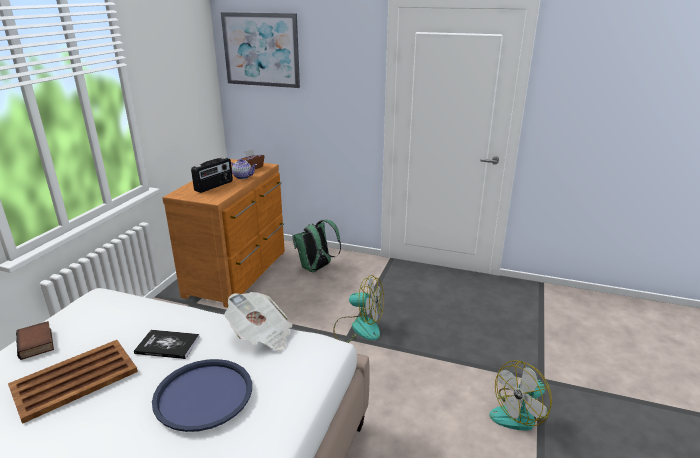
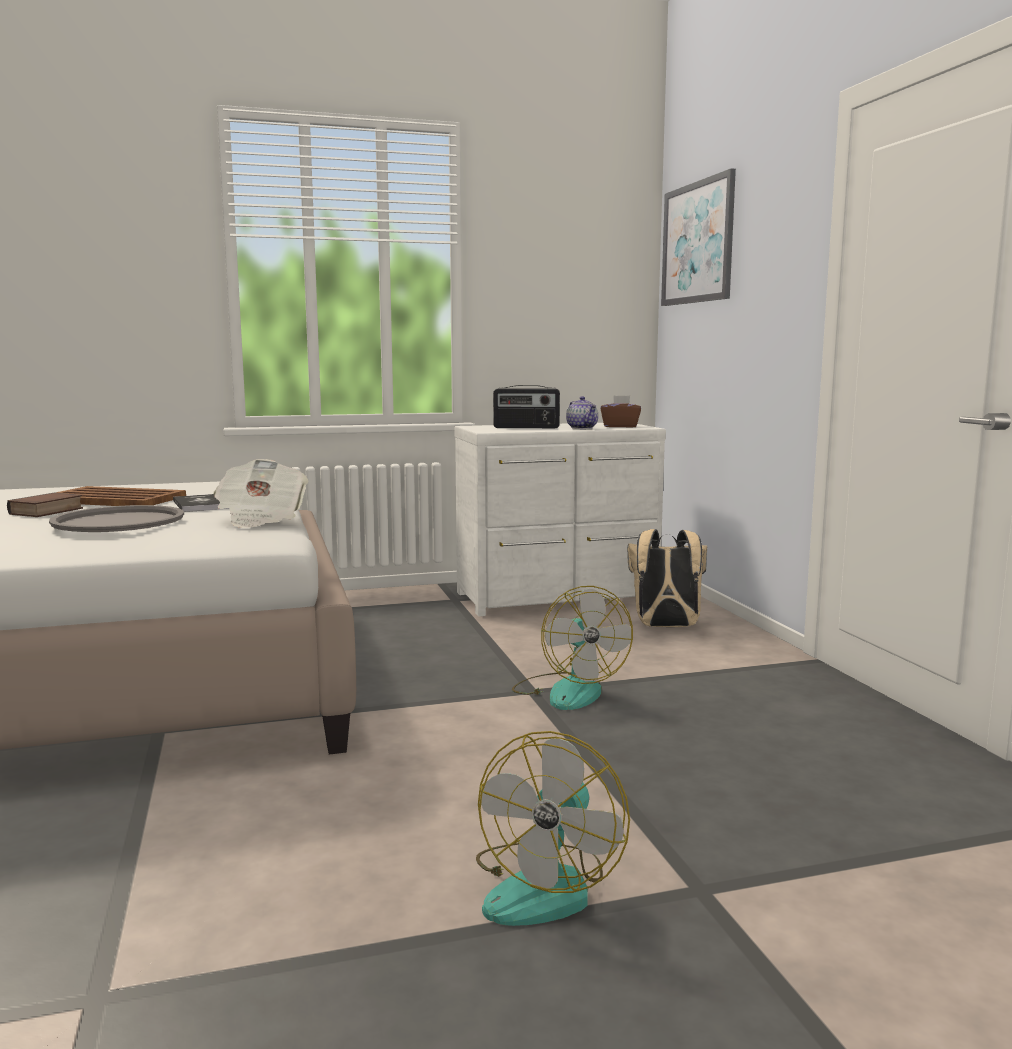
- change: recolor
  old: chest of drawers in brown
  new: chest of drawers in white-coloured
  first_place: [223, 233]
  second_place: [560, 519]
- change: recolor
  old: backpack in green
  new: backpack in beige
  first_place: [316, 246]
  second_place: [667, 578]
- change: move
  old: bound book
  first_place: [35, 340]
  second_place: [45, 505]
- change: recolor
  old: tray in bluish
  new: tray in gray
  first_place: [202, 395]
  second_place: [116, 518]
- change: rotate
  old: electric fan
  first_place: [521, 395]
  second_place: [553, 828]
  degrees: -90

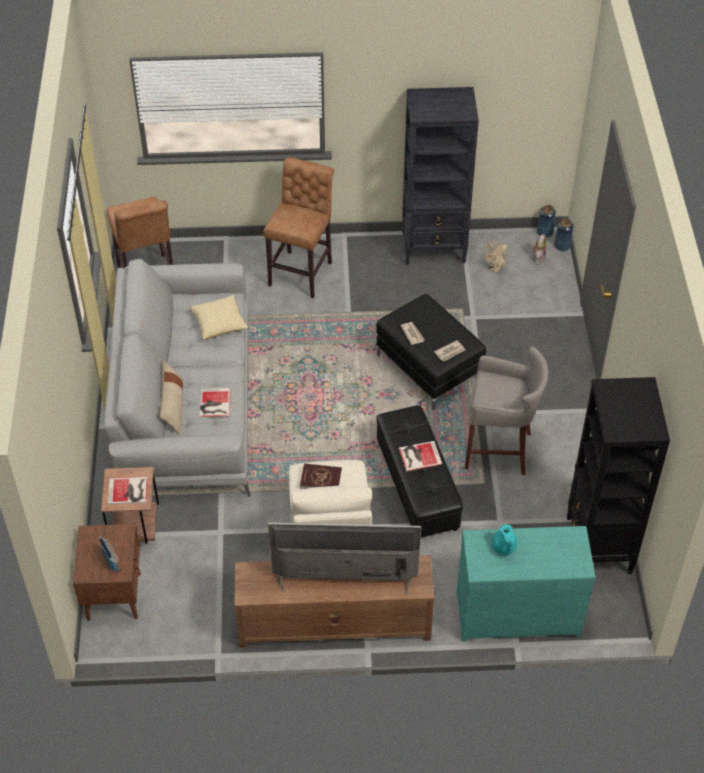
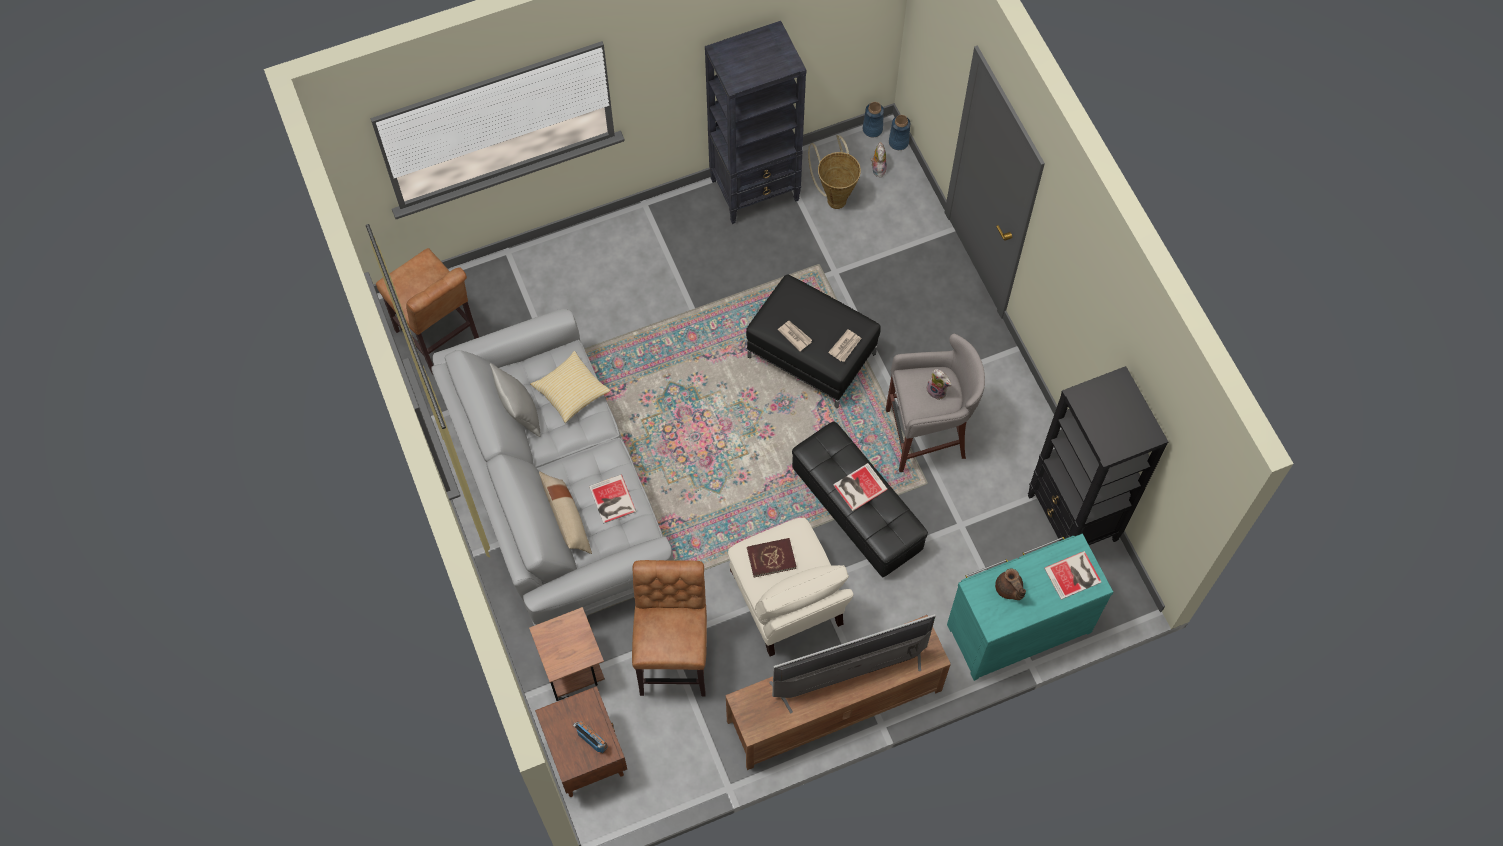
- change: move
  old: stool in brown
  first_place: [299, 227]
  second_place: [669, 628]
- change: replace
  old: electric fan in beige
  new: storage basket
  first_place: [495, 256]
  second_place: [834, 172]
- change: move
  old: bound book
  first_place: [128, 490]
  second_place: [1072, 575]
- change: recolor
  old: pot for tea in turquoise
  new: pot for tea in brown
  first_place: [504, 539]
  second_place: [1010, 584]
- change: insert
  new: cushion in gray
  second_place: [515, 400]
- change: insert
  new: soft toy
  second_place: [939, 384]

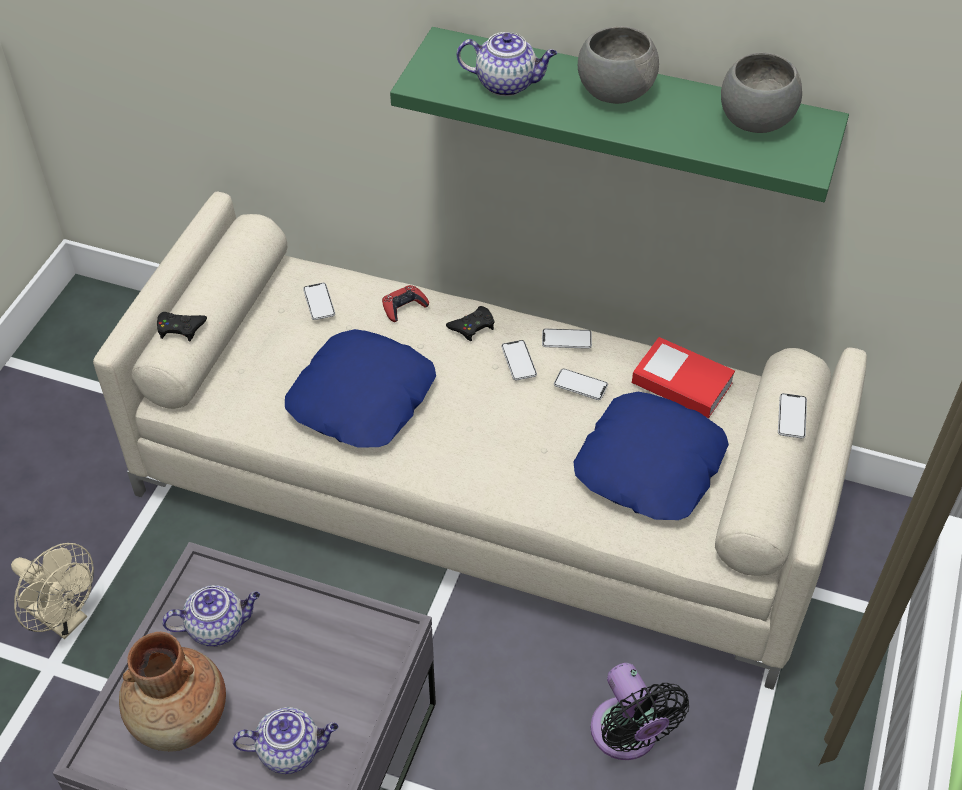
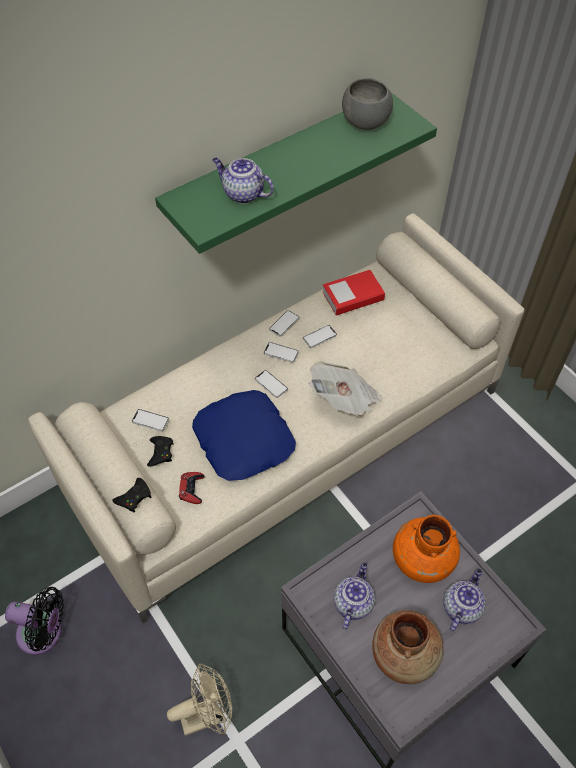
- change: delete
  old: serving bowl in gray
  first_place: [618, 65]
- change: rotate
  old: pot for tea
  first_place: [507, 64]
  second_place: [243, 180]
  degrees: -105
- change: move
  old: gamepad in reddish
  first_place: [405, 303]
  second_place: [191, 488]
- change: move
  old: gamepad in black-coloured
  first_place: [470, 323]
  second_place: [160, 451]
- change: delete
  old: cushion in bluish
  first_place: [651, 456]
- change: move
  old: phone
  first_place: [792, 415]
  second_place: [271, 384]
- change: move
  old: electric fan in black-coloured
  first_place: [640, 711]
  second_place: [34, 621]
- change: insert
  new: printed paper
  second_place: [346, 388]
- change: insert
  new: decorative vase in orangey
  second_place: [426, 549]

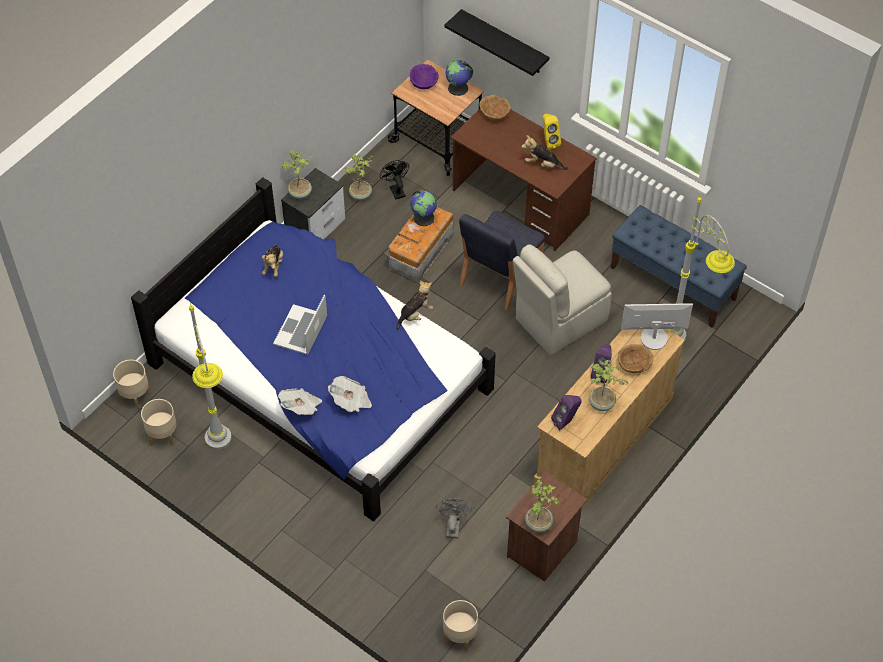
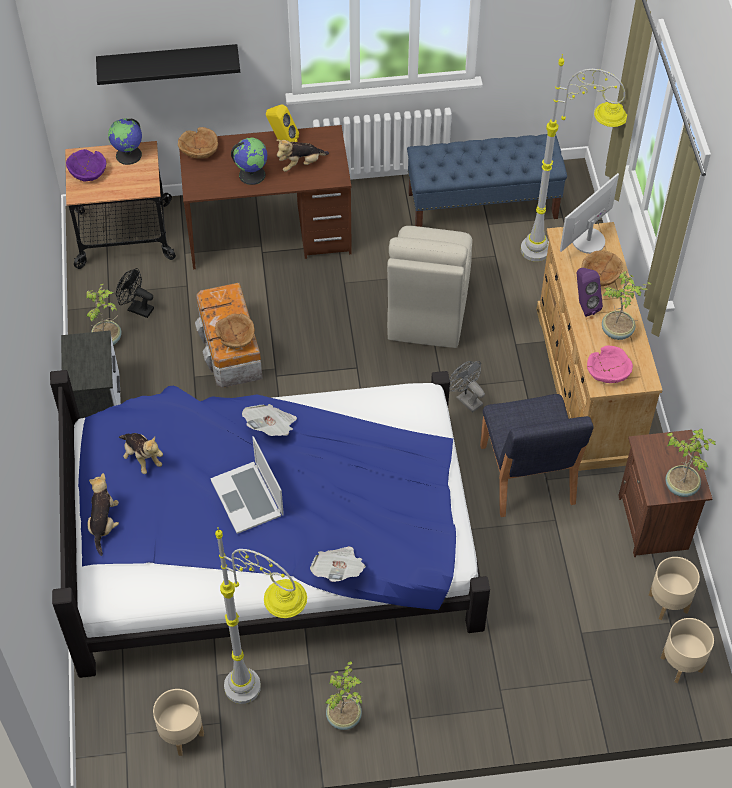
- change: move
  old: potted plant
  first_place: [298, 174]
  second_place: [343, 695]
- change: move
  old: world globe
  first_place: [423, 208]
  second_place: [249, 161]
- change: move
  old: plain chair in bluish
  first_place: [502, 260]
  second_place: [537, 455]
- change: move
  old: soft toy
  first_place: [414, 305]
  second_place: [103, 514]
- change: move
  old: planter in beige
  first_place: [132, 384]
  second_place: [674, 588]
- change: move
  old: printed paper
  first_place: [350, 394]
  second_place: [269, 420]
- change: replace
  old: loudspeaker in purplish
  new: serving bowl in pinkish
  first_place: [566, 412]
  second_place: [610, 364]
- change: move
  old: electric fan in gray
  first_place: [454, 518]
  second_place: [467, 387]
- change: insert
  new: serving bowl in brown
  second_place: [235, 331]

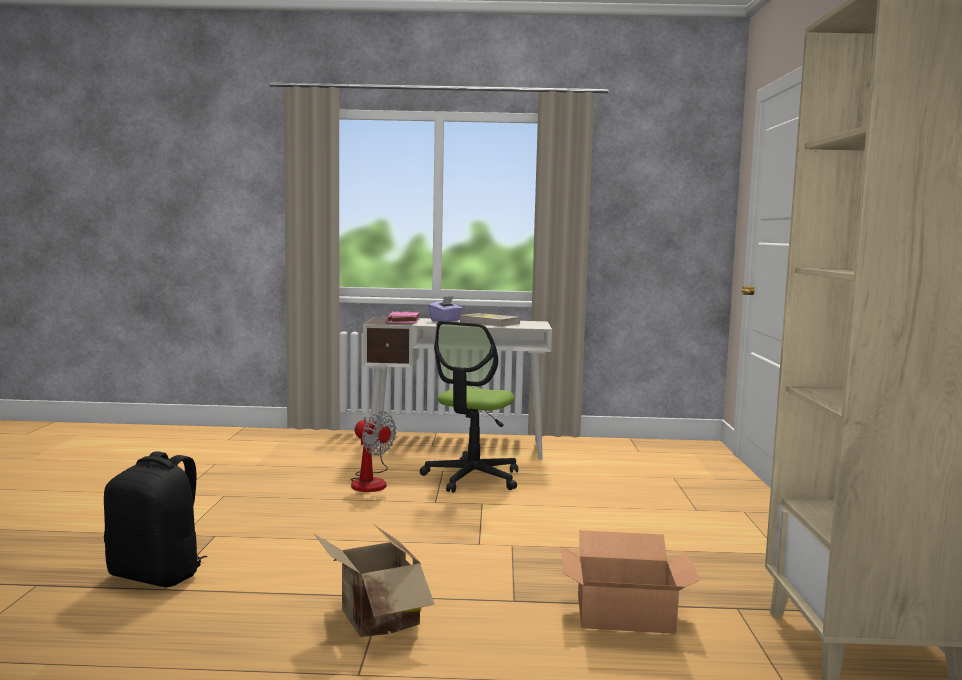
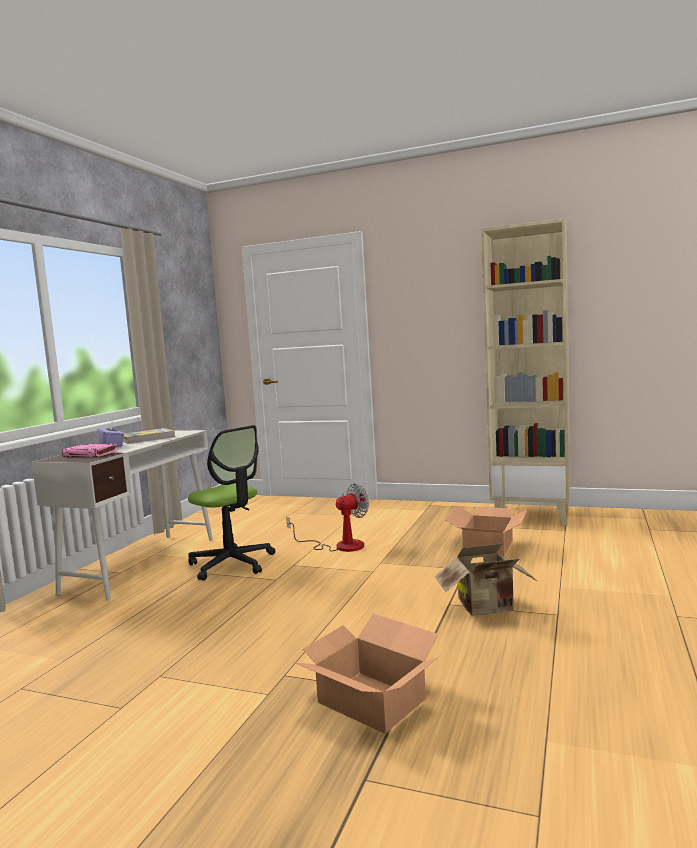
- change: move
  old: electric fan
  first_place: [373, 451]
  second_place: [327, 517]
- change: replace
  old: backpack in black-coloured
  new: cardboard box
  first_place: [155, 519]
  second_place: [366, 674]

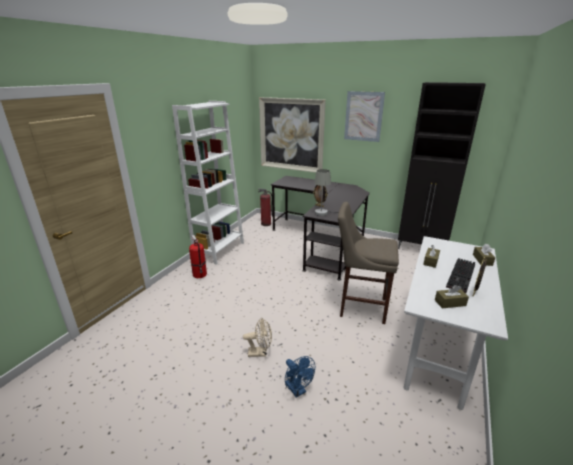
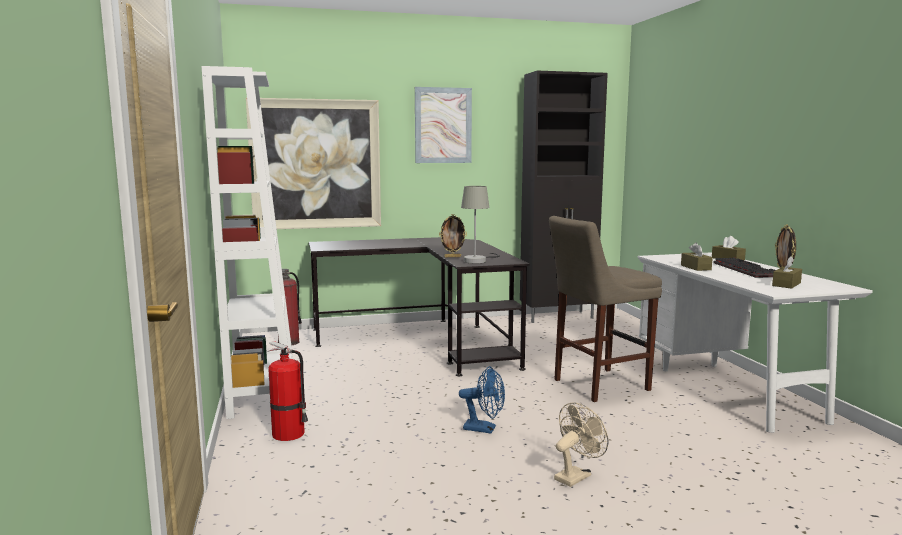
- change: move
  old: electric fan in bluish
  first_place: [300, 377]
  second_place: [482, 400]

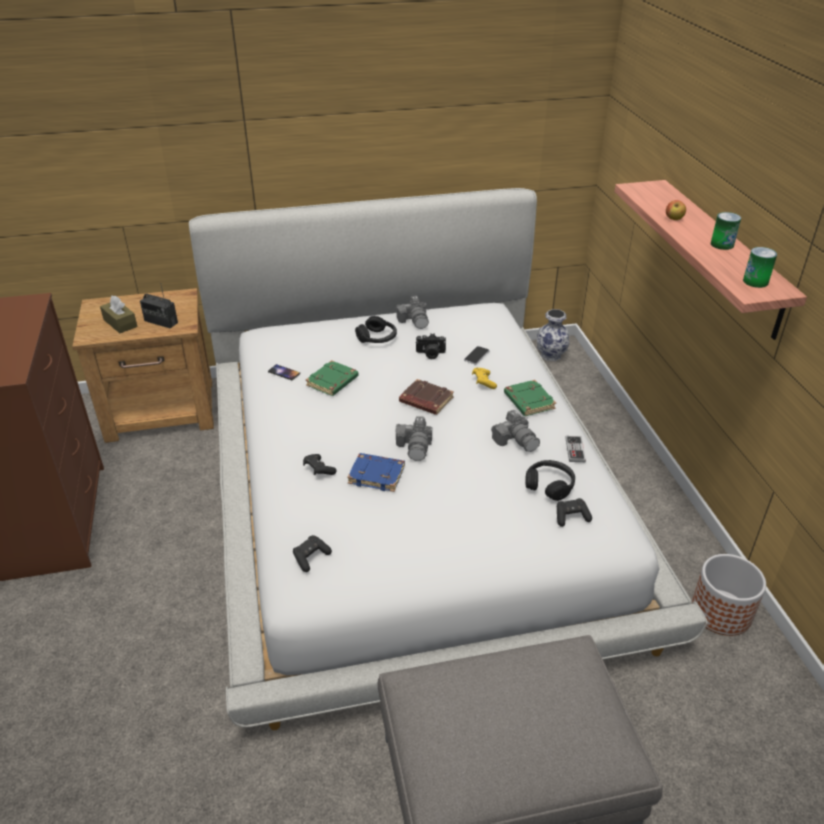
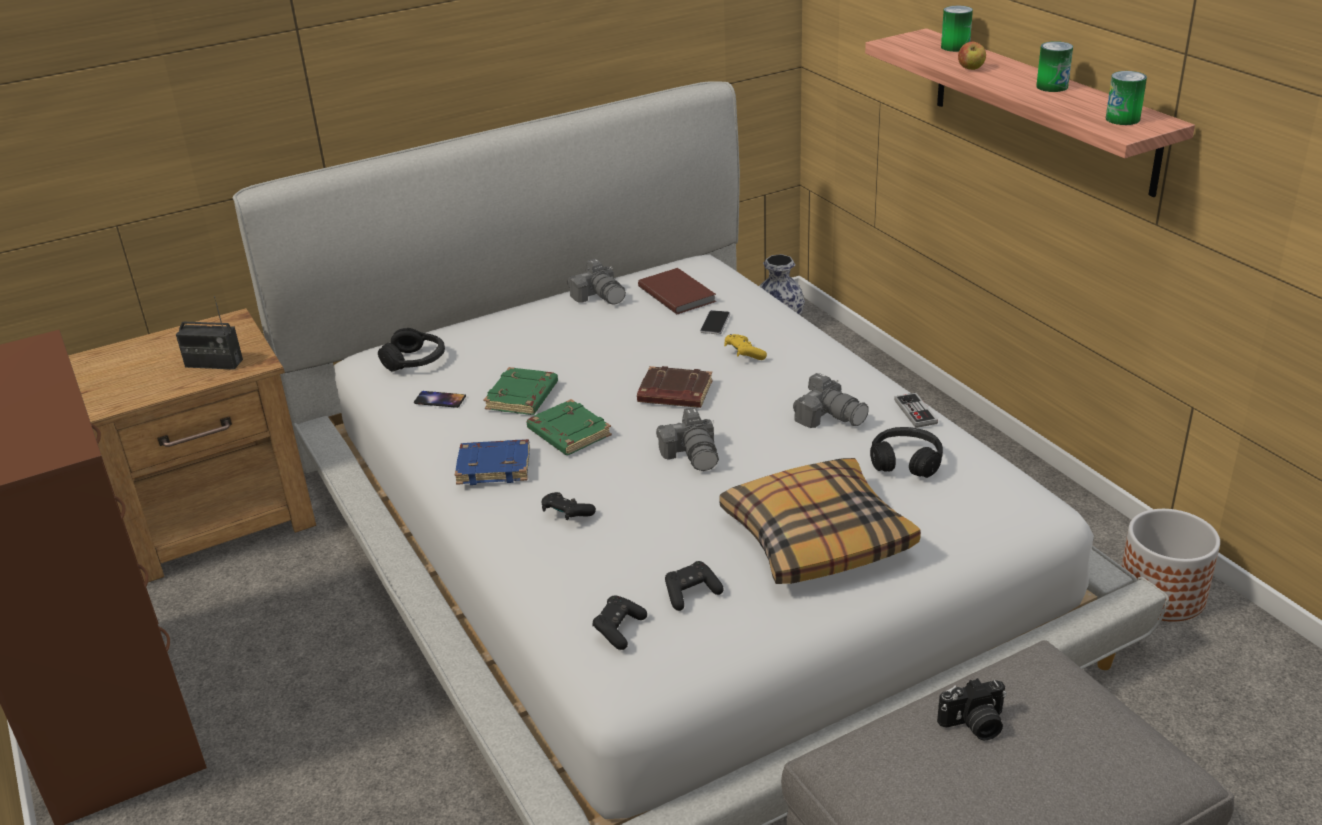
- change: delete
  old: tissue box in brown
  first_place: [118, 314]
- change: move
  old: pair of headphones in black-coloured
  first_place: [376, 329]
  second_place: [411, 350]
- change: move
  old: photo camera
  first_place: [430, 346]
  second_place: [971, 709]
- change: move
  old: bound book in green
  first_place: [530, 398]
  second_place: [569, 427]
- change: move
  old: bound book in bluish
  first_place: [376, 472]
  second_place: [492, 462]
- change: move
  old: gamepad in black-coloured
  first_place: [574, 512]
  second_place: [694, 586]
- change: insert
  new: can
  second_place: [957, 29]
- change: insert
  new: bound book in brown
  second_place: [677, 291]
- change: insert
  new: cushion
  second_place: [820, 521]

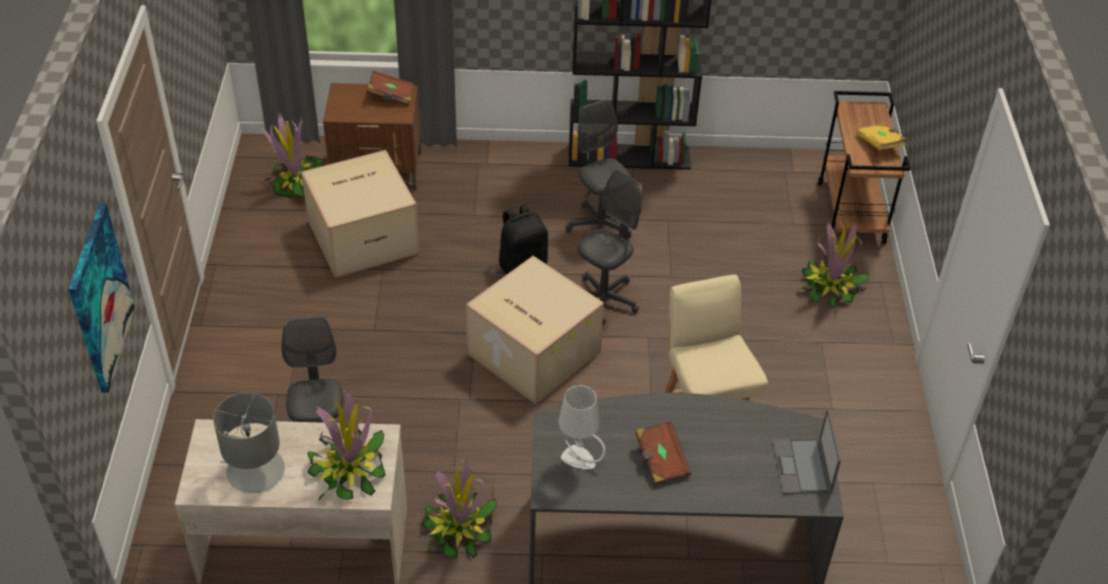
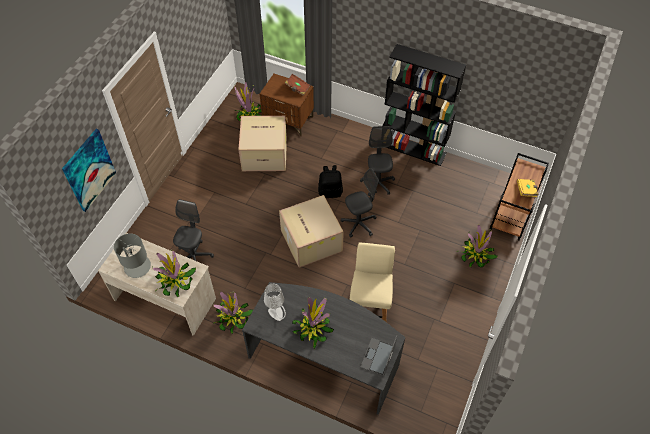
- change: replace
  old: bound book in brown
  new: potted plant
  first_place: [663, 453]
  second_place: [313, 323]

